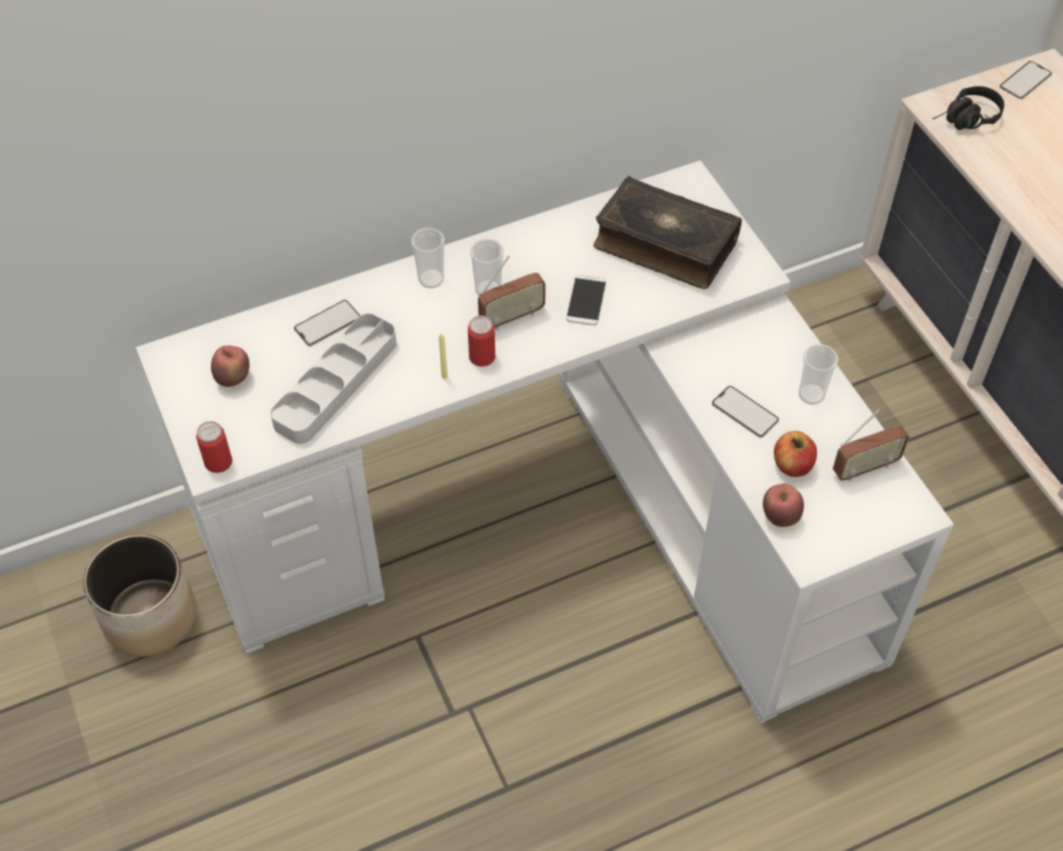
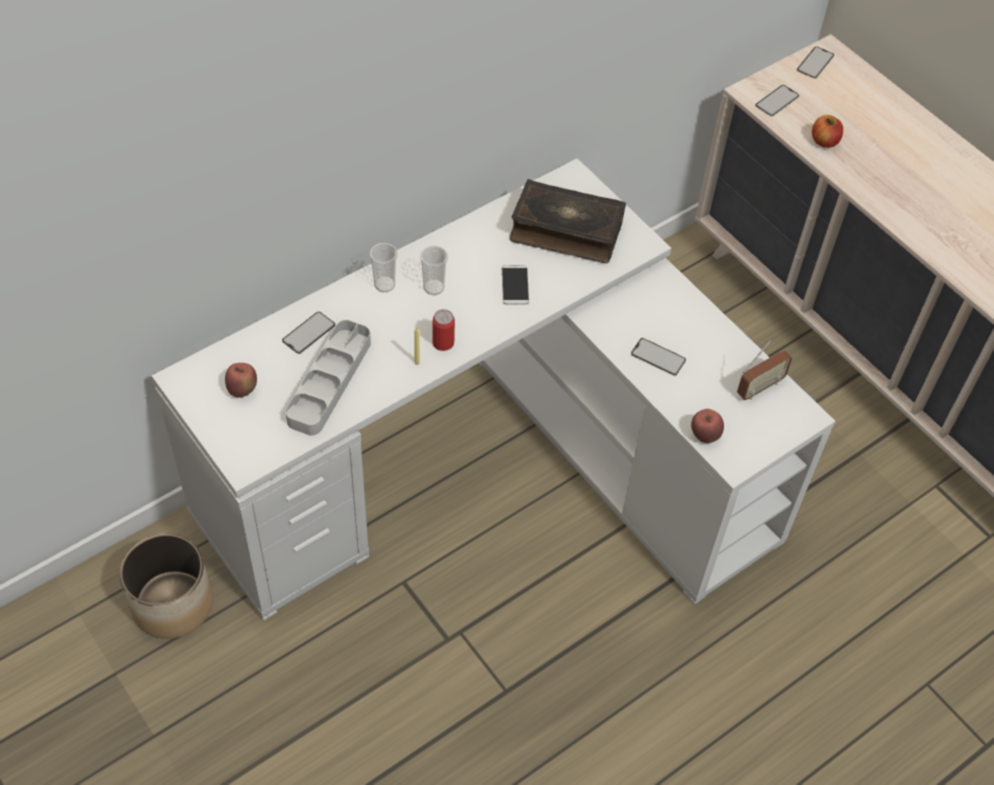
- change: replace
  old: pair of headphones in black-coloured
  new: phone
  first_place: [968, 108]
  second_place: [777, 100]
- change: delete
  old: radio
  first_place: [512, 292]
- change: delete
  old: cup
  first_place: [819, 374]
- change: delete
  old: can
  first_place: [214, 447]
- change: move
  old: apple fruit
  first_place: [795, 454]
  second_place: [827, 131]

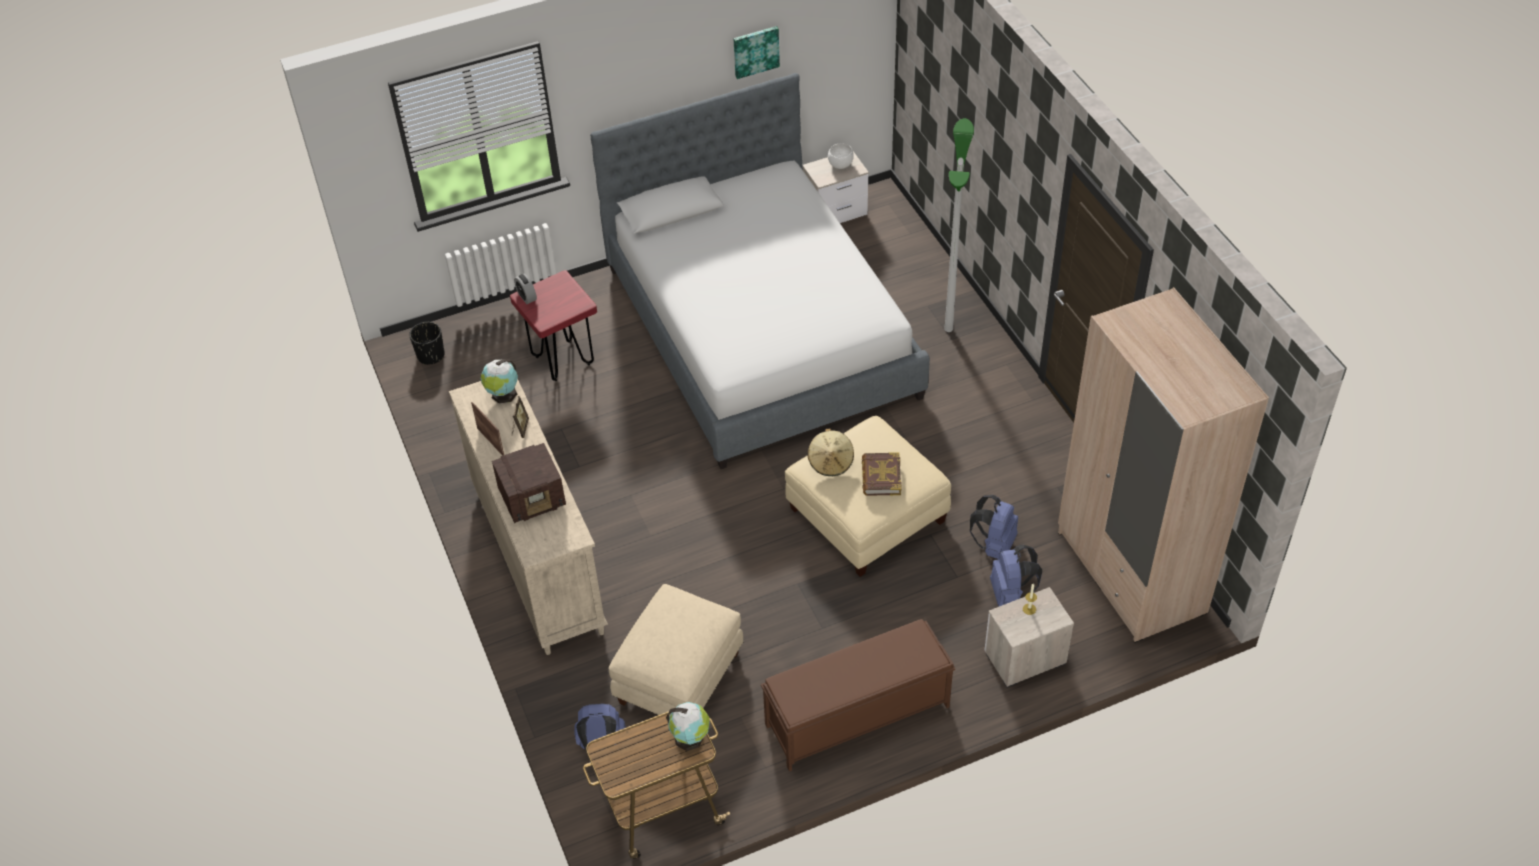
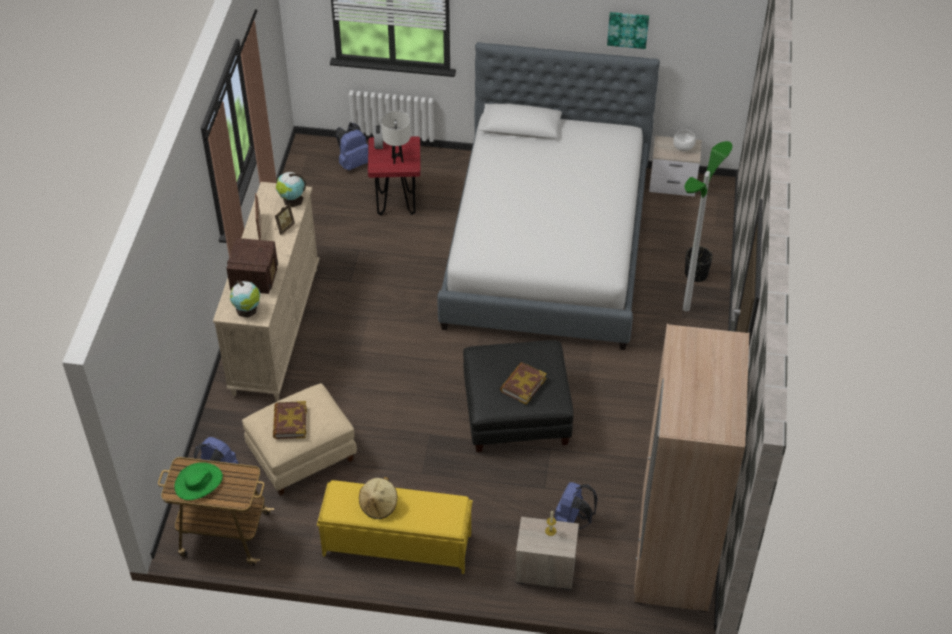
- change: move
  old: planter in black-coloured
  first_place: [427, 343]
  second_place: [698, 264]
- change: recolor
  old: ottoman in beige
  new: ottoman in black-coloured
  first_place: [868, 496]
  second_place: [518, 396]
- change: move
  old: wearable hat in beige
  first_place: [830, 452]
  second_place: [378, 498]
- change: rotate
  old: radio
  first_place: [529, 483]
  second_place: [252, 266]
  degrees: -90
- change: move
  old: backpack in bluish
  first_place: [994, 527]
  second_place: [352, 146]
- change: recolor
  old: bench in brown
  new: bench in yellow-coloured
  first_place: [858, 695]
  second_place: [395, 527]
- change: move
  old: world globe
  first_place: [688, 726]
  second_place: [245, 299]
- change: insert
  new: lamp for a table in white-coloured
  second_place: [395, 137]
- change: insert
  new: bound book
  second_place: [290, 420]
- change: insert
  new: wearable hat in green
  second_place: [198, 481]

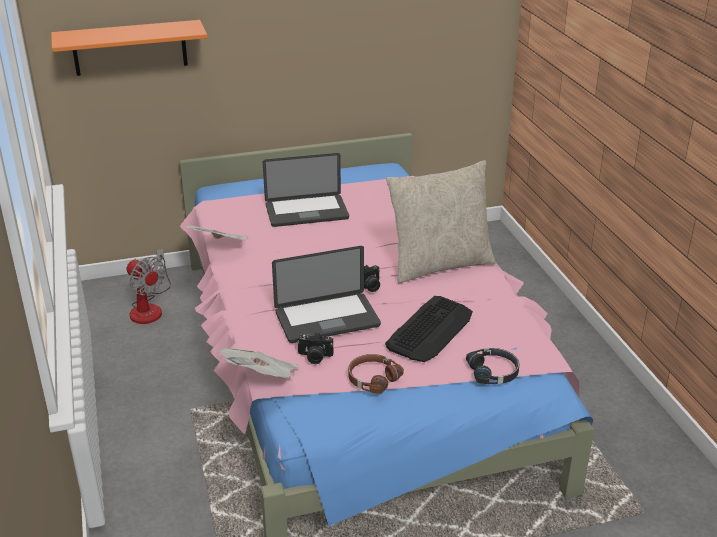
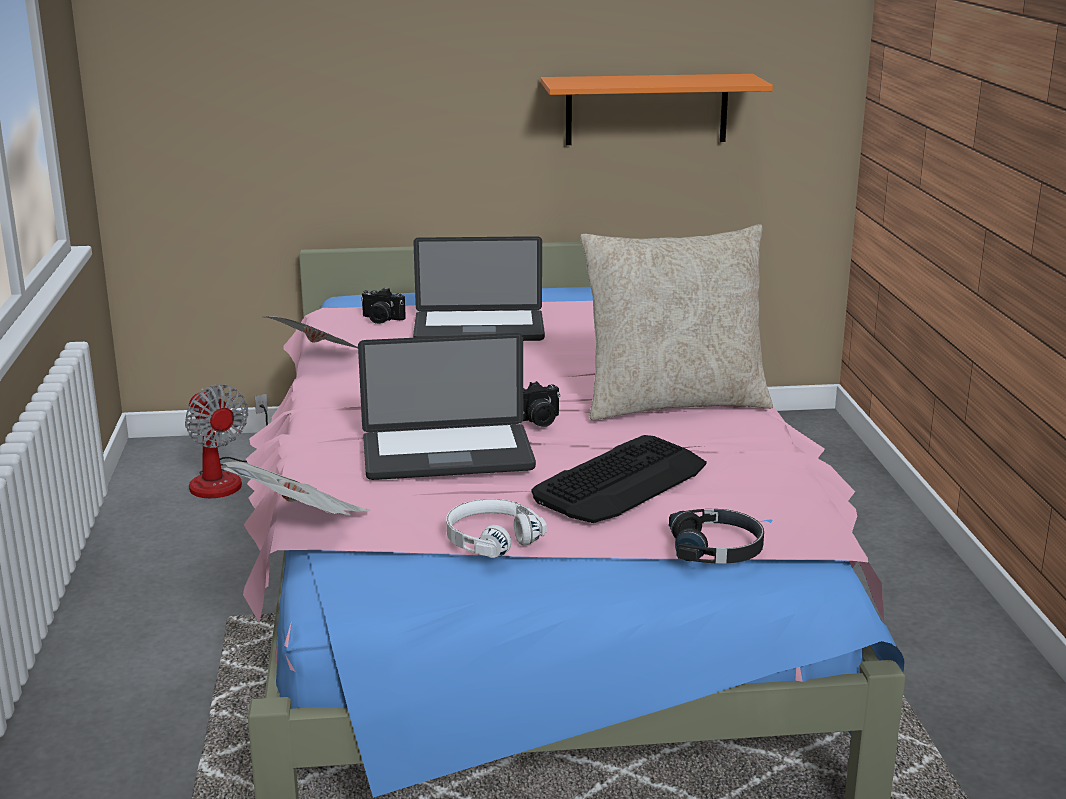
- change: move
  old: wall shelf in orangey
  first_place: [129, 48]
  second_place: [657, 109]
- change: move
  old: photo camera
  first_place: [315, 348]
  second_place: [383, 306]
- change: recolor
  old: pair of headphones in brown
  new: pair of headphones in white-coloured
  first_place: [376, 374]
  second_place: [496, 528]

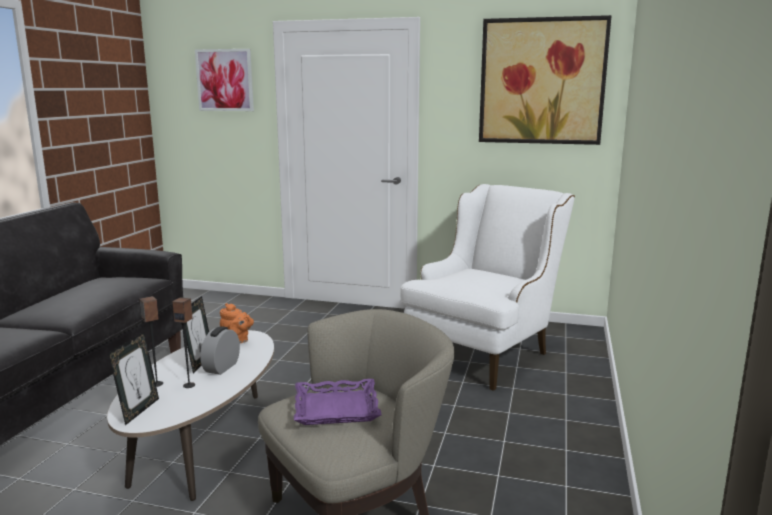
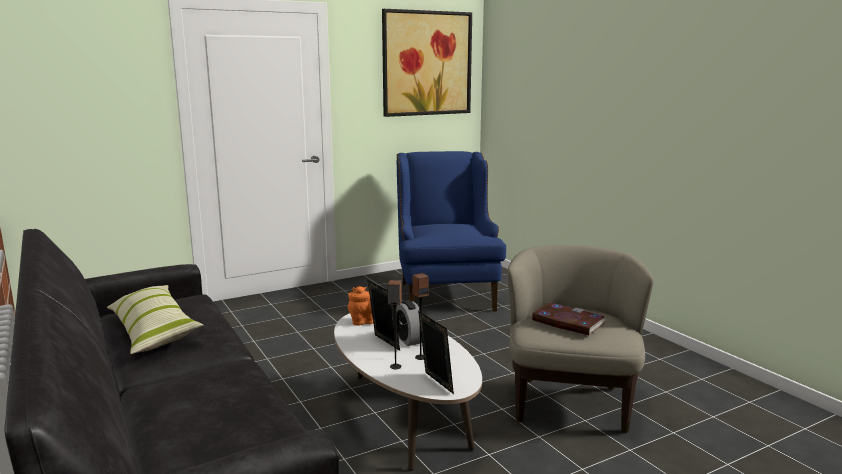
- change: delete
  old: wall art
  first_place: [224, 80]
- change: recolor
  old: armchair in white-coloured
  new: armchair in bluish
  first_place: [487, 287]
  second_place: [451, 231]
- change: replace
  old: tray in purplish
  new: bound book
  first_place: [338, 402]
  second_place: [569, 318]
- change: insert
  new: cushion
  second_place: [155, 319]

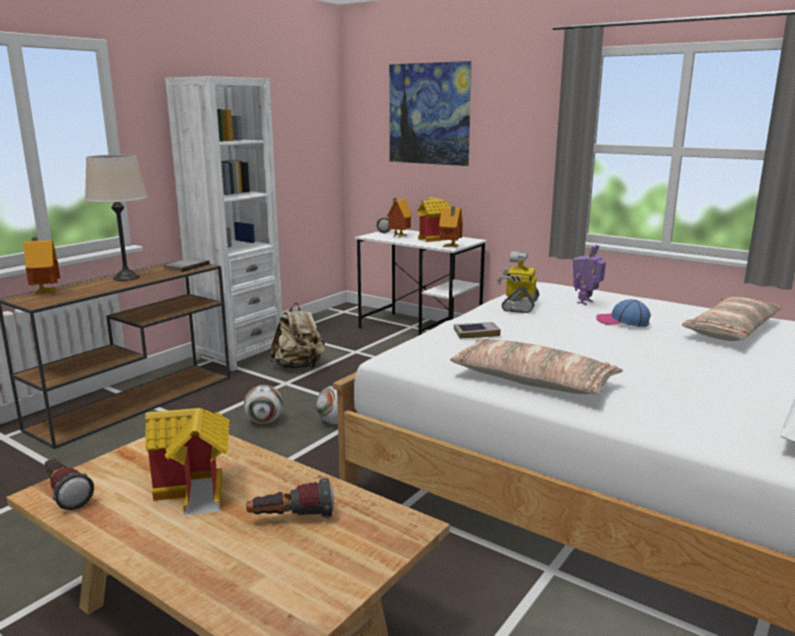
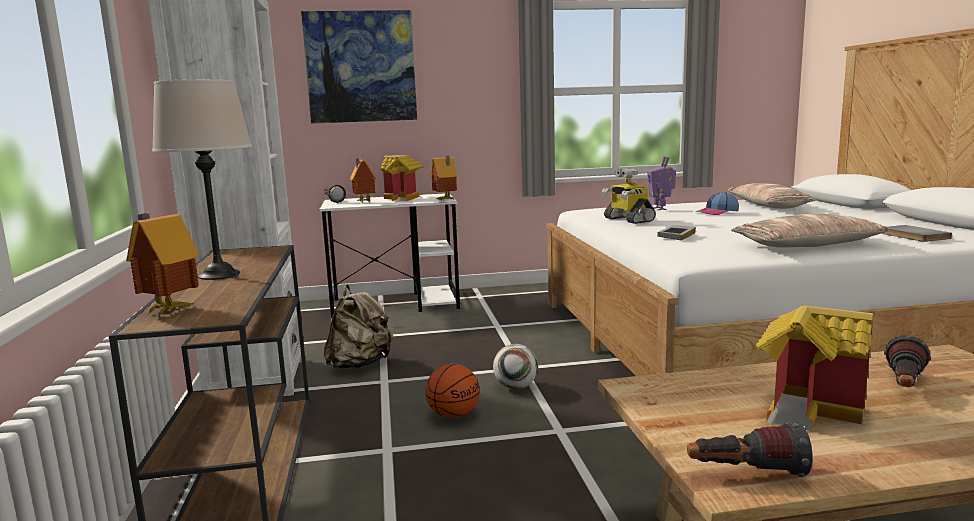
- change: move
  old: bound book in gray
  first_place: [187, 265]
  second_place: [916, 233]
- change: replace
  old: football
  new: ball for basketball
  first_place: [263, 404]
  second_place: [452, 391]

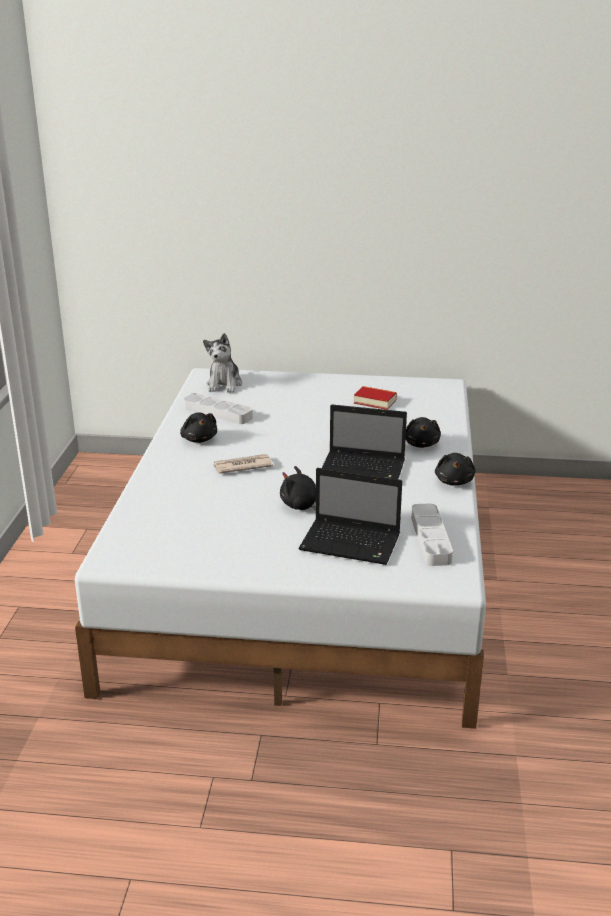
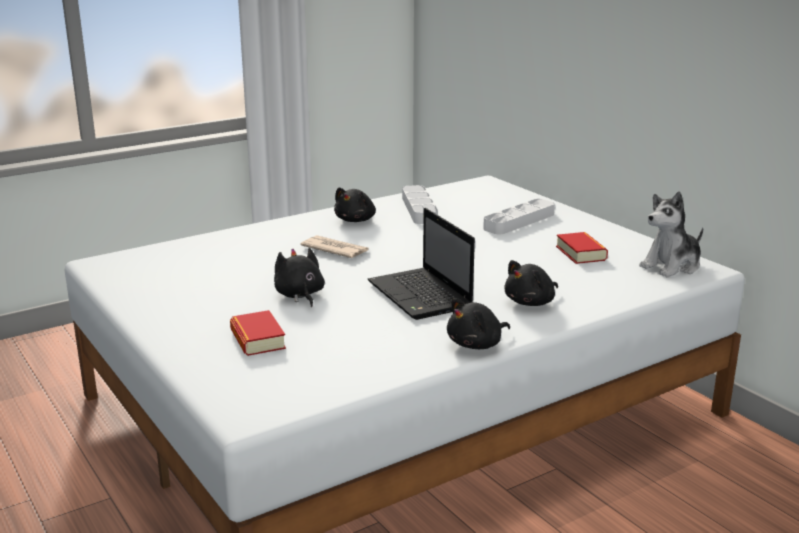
- change: move
  old: soft toy
  first_place: [222, 363]
  second_place: [671, 234]
- change: replace
  old: laptop
  new: bound book
  first_place: [350, 516]
  second_place: [258, 333]
- change: move
  old: tray in gray
  first_place: [432, 535]
  second_place: [519, 217]

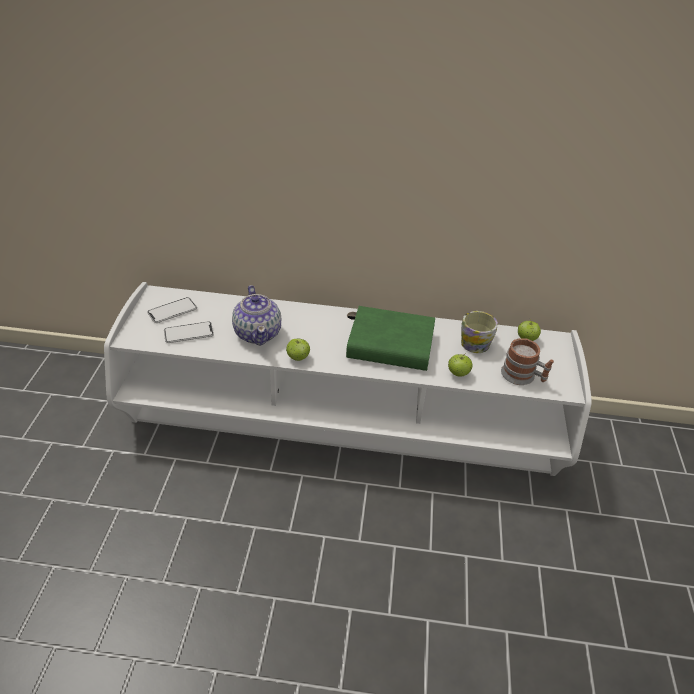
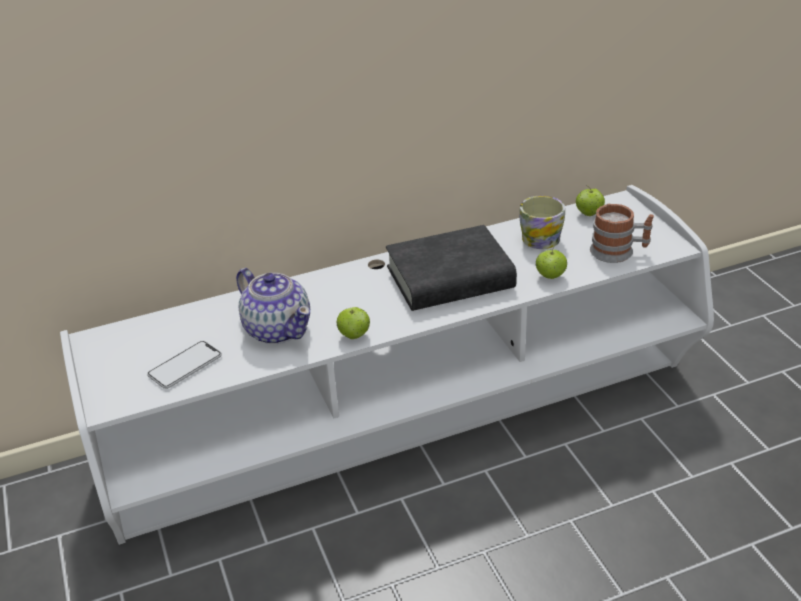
- change: delete
  old: phone
  first_place: [172, 310]
- change: recolor
  old: bound book in green
  new: bound book in black-coloured
  first_place: [390, 338]
  second_place: [451, 268]

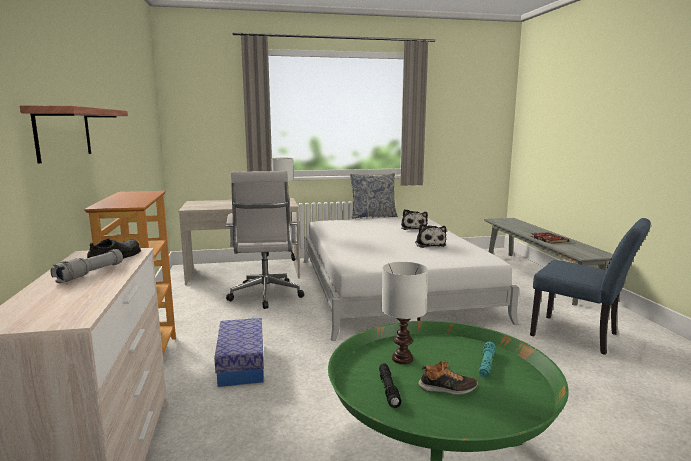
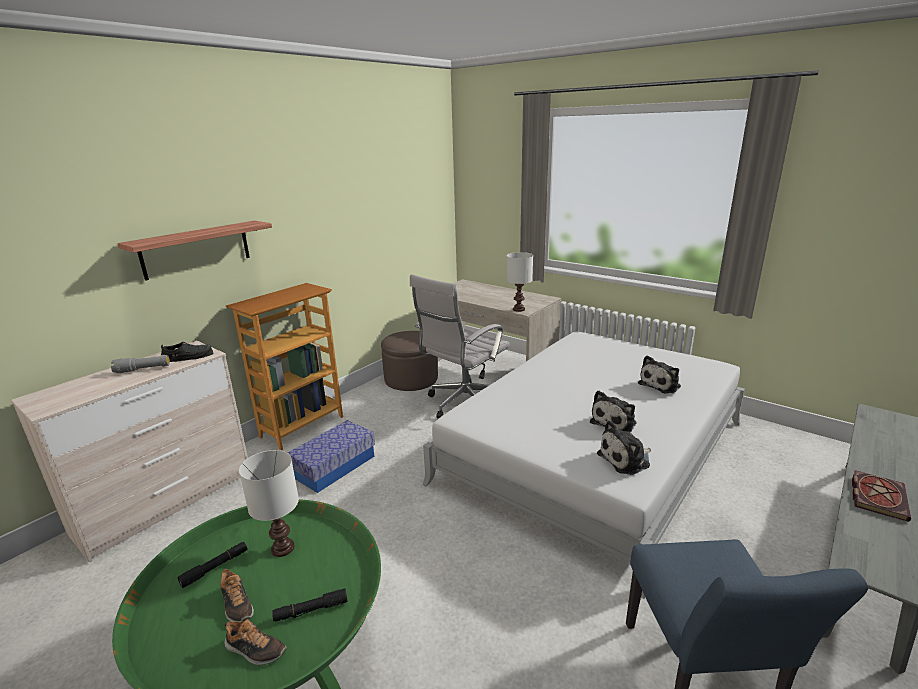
- change: delete
  old: cushion
  first_place: [374, 196]
- change: recolor
  old: torch in turquoise
  new: torch in black-coloured
  first_place: [487, 359]
  second_place: [310, 604]
- change: insert
  new: ottoman in brown
  second_place: [409, 361]
- change: insert
  new: soft toy
  second_place: [624, 447]
- change: insert
  new: shoe
  second_place: [255, 642]

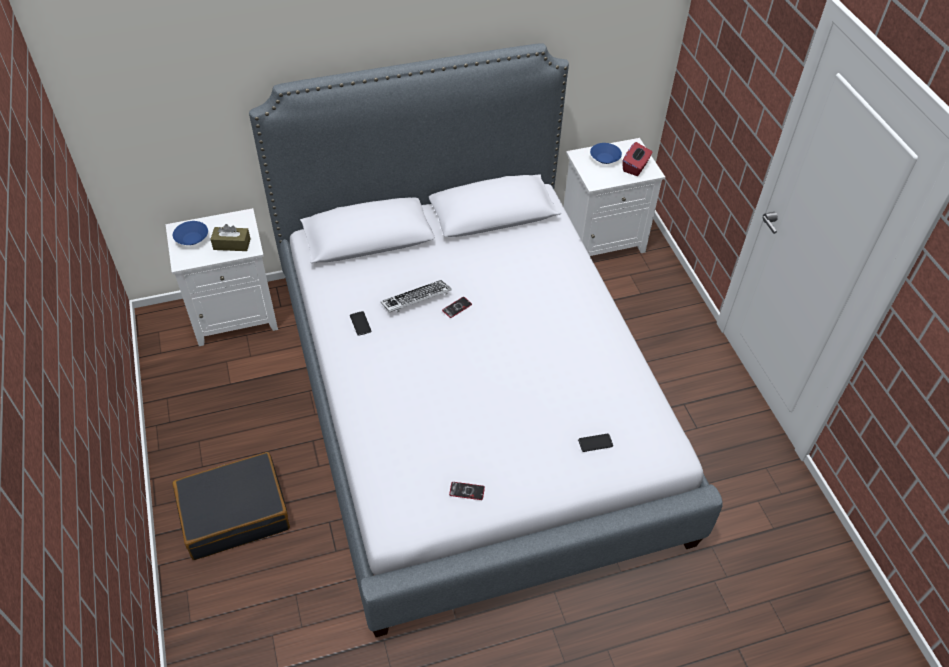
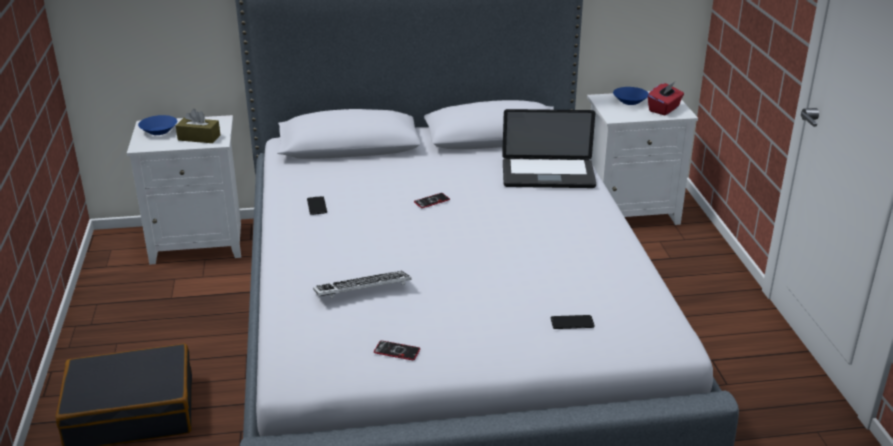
- change: move
  old: PC keyboard
  first_place: [416, 296]
  second_place: [362, 285]
- change: insert
  new: laptop
  second_place: [549, 148]

